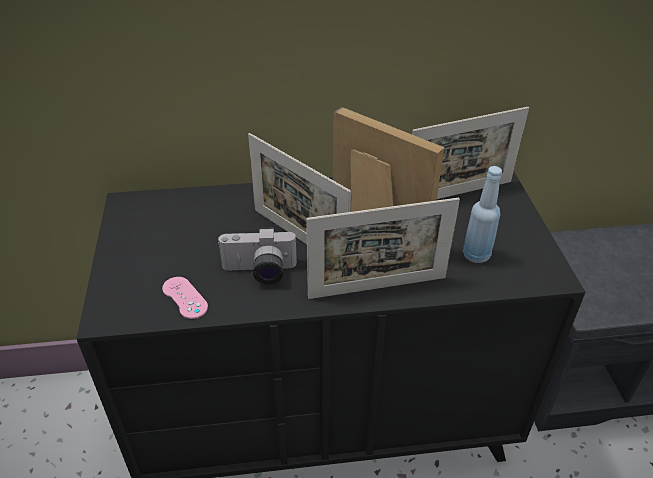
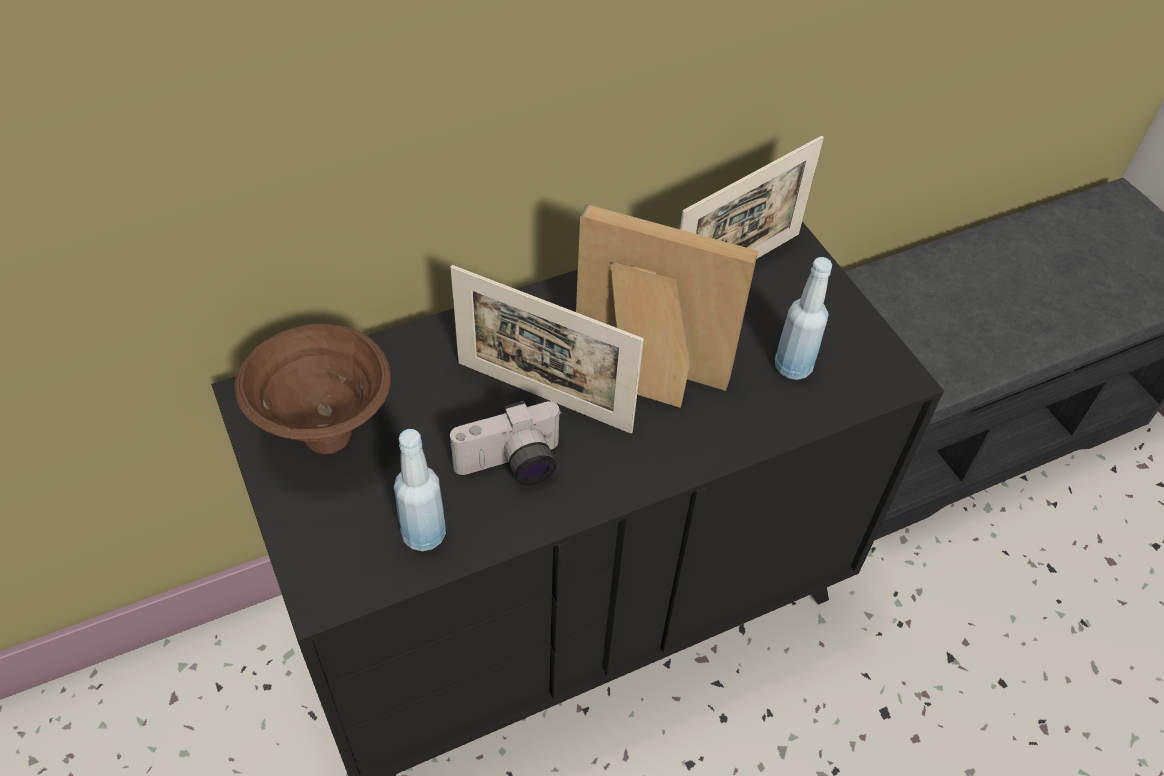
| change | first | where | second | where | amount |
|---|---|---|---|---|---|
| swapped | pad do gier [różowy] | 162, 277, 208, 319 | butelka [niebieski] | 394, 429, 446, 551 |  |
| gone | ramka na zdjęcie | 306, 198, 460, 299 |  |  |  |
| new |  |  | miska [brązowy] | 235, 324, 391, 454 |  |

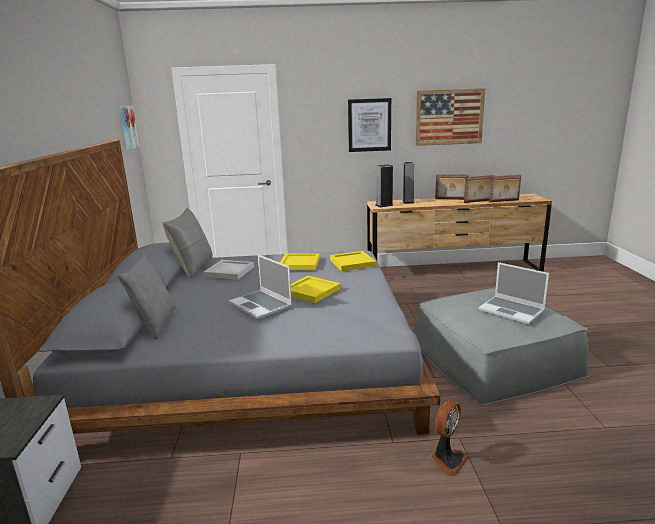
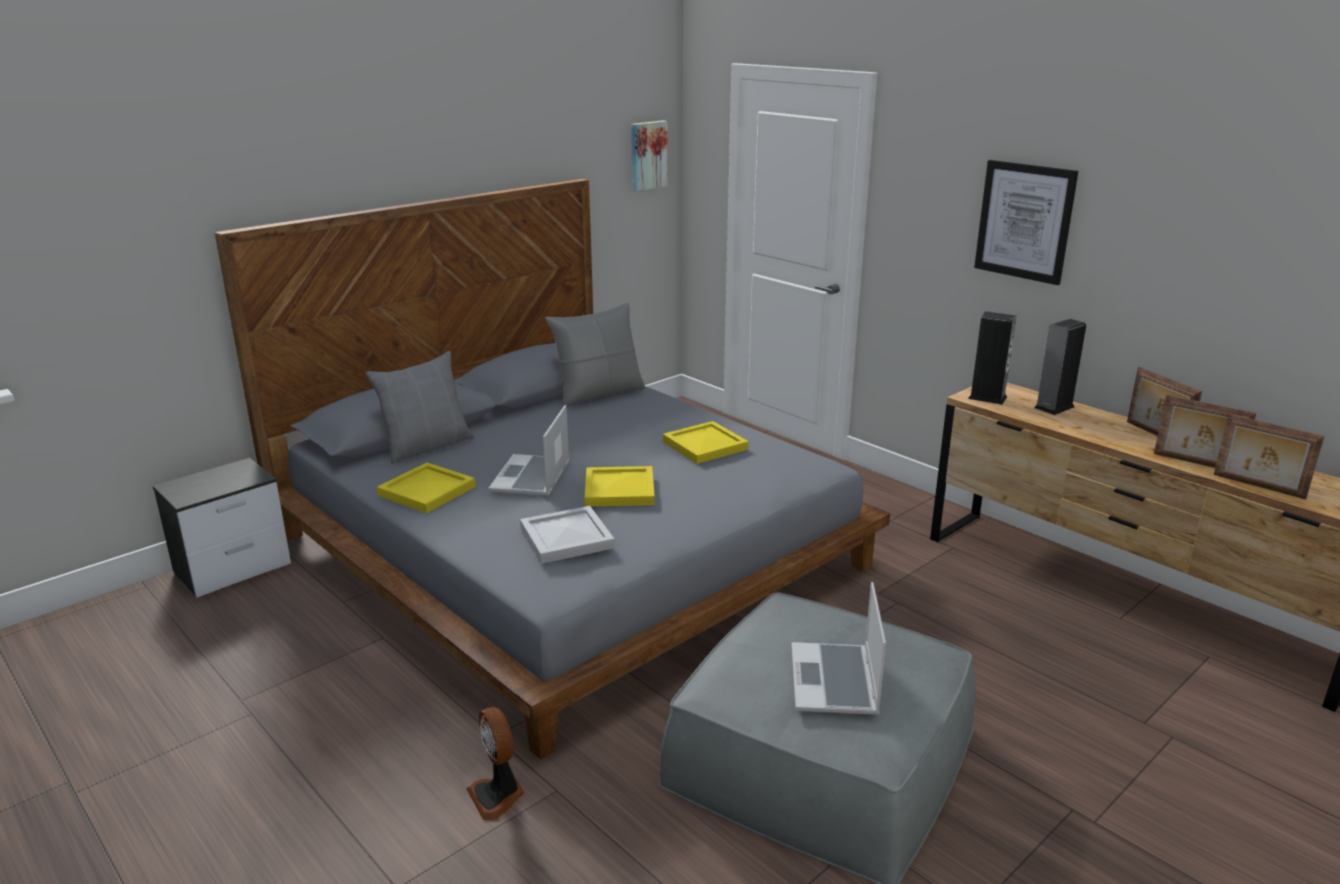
| change | first | where | second | where | amount |
|---|---|---|---|---|---|
| shifted | taca [biały] | 203, 260, 254, 280 |  | 520, 506, 615, 564 |  |
| shifted | taca [żółty] | 330, 251, 376, 271 |  | 377, 463, 476, 513 |  |
| gone | obraz | 415, 88, 486, 146 |  |  |  |
| rotated | wentylator | 430, 400, 469, 476 |  | 467, 707, 524, 820 | 60 degrees clockwise |

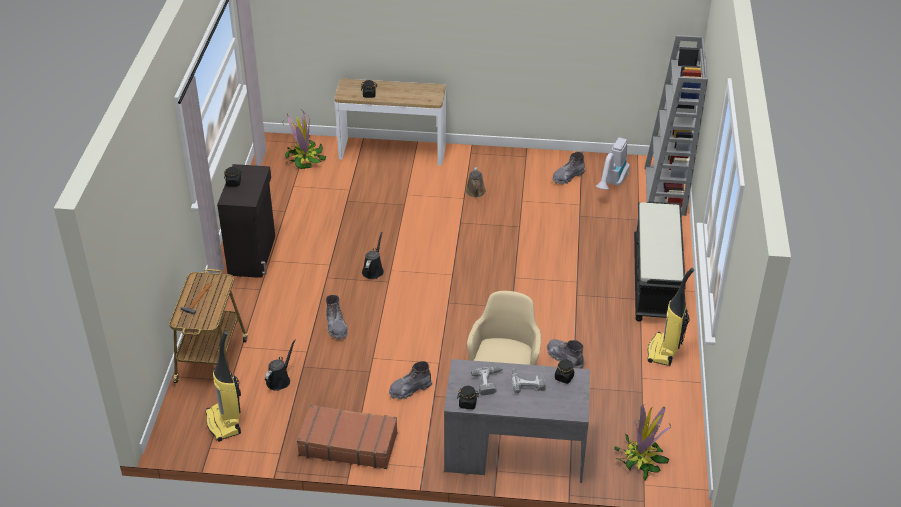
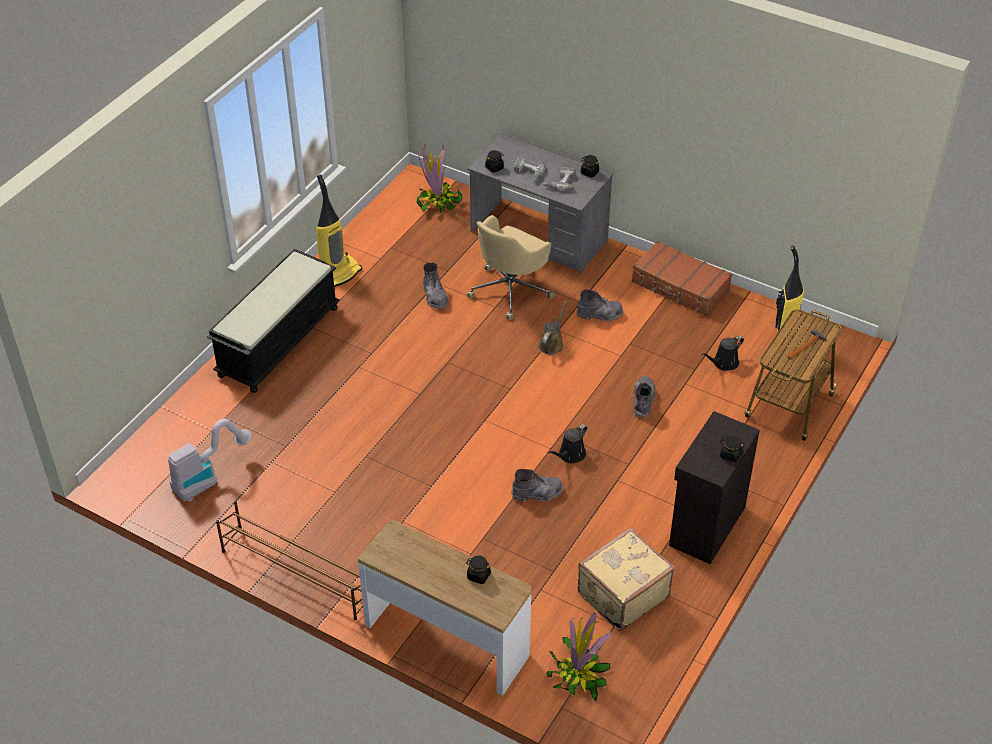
| change | first | where | second | where | amount |
|---|---|---|---|---|---|
| shifted | konewka [brązowy] | 466, 167, 486, 197 |  | 538, 300, 567, 355 |  |
| shifted | but z cholewką [szary] | 552, 152, 585, 185 |  | 511, 469, 563, 502 |  |
| gone | regał [szary] | 644, 35, 708, 216 |  |  |  |
| new |  |  | regał na buty [brązowy] | 216, 501, 363, 620 |  |
| new |  |  | walizka [beżowy] | 577, 528, 675, 631 |  |

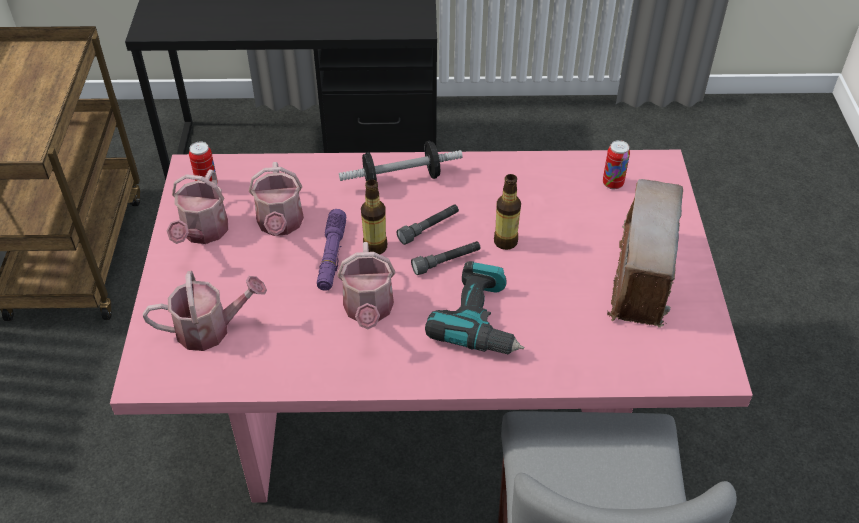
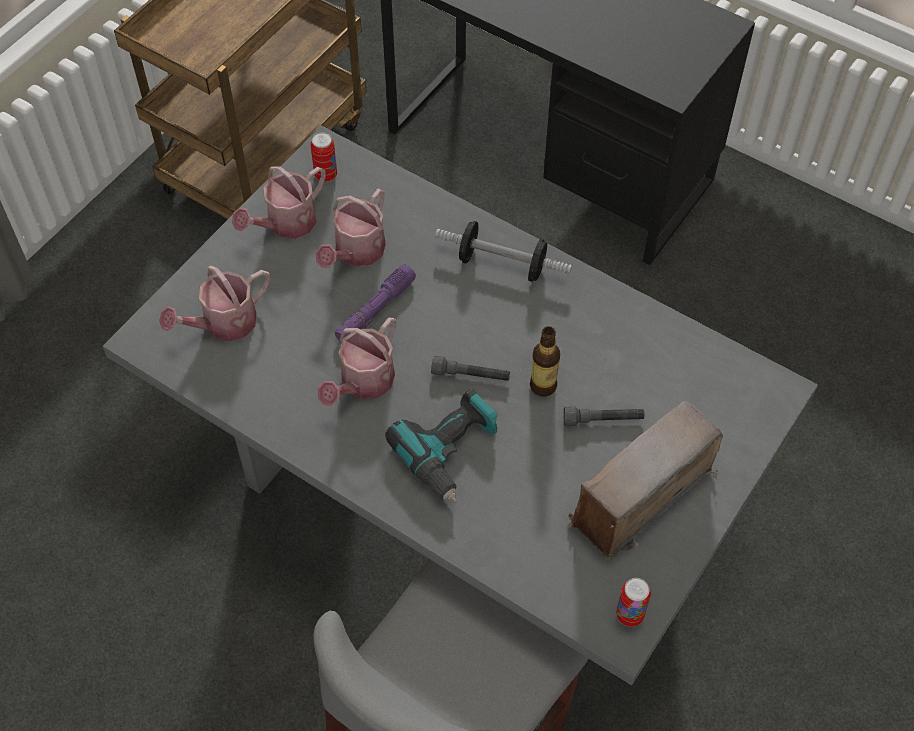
| change | first | where | second | where | amount |
|---|---|---|---|---|---|
| repainted | stół jadalny [różowy] | 110, 150, 753, 503 | stół jadalny [szary] | 103, 126, 818, 685 |  |
| rotated | konewka | 143, 271, 267, 351 |  | 159, 266, 271, 341 | 120 degrees clockwise |
| gone | butelka | 361, 179, 387, 254 |  |  |  |
| shifted | latarka [szary] | 397, 204, 459, 245 |  | 564, 406, 644, 426 |  |
| shifted | puszka | 603, 140, 630, 189 |  | 616, 578, 651, 627 |  |

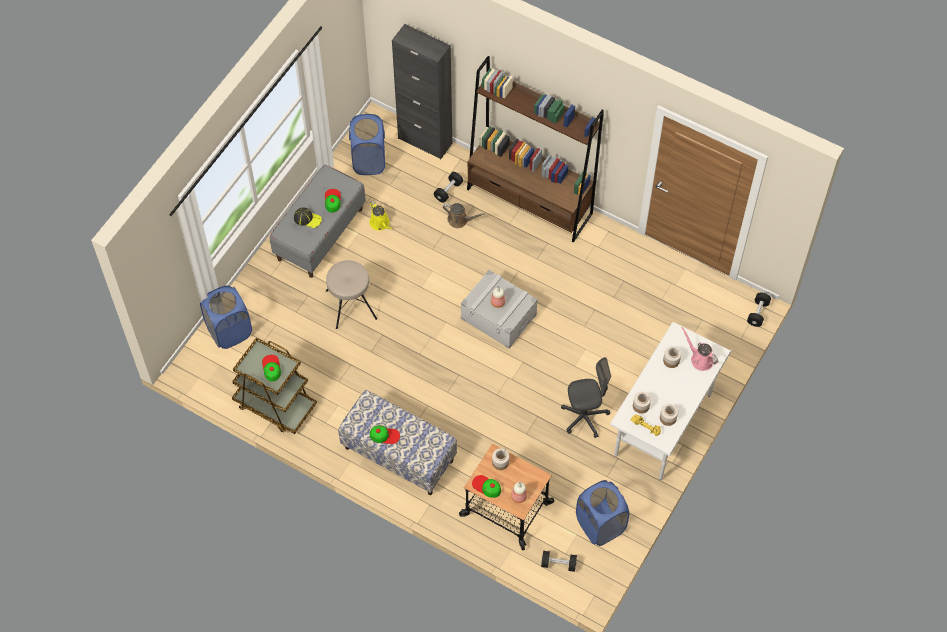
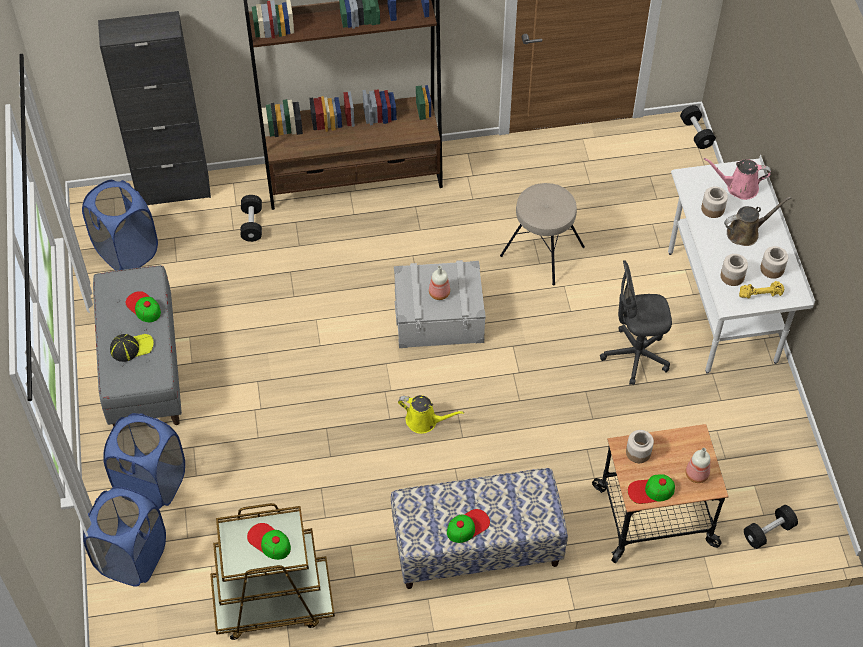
| change | first | where | second | where | amount |
|---|---|---|---|---|---|
| shifted | stołek [beżowy] | 326, 260, 377, 329 |  | 500, 183, 585, 285 |  |
| shifted | konewka [żółty] | 370, 201, 393, 231 |  | 398, 395, 464, 434 |  |
| shifted | konewka [brązowy] | 443, 203, 485, 228 |  | 724, 196, 792, 246 |  |
| rotated | krzesło biurowe [szary] | 561, 357, 611, 438 |  | 600, 260, 672, 385 | 135 degrees counterclockwise |
| shifted | kosz na pranie [niebieski] | 576, 480, 629, 546 |  | 103, 413, 185, 509 |  |

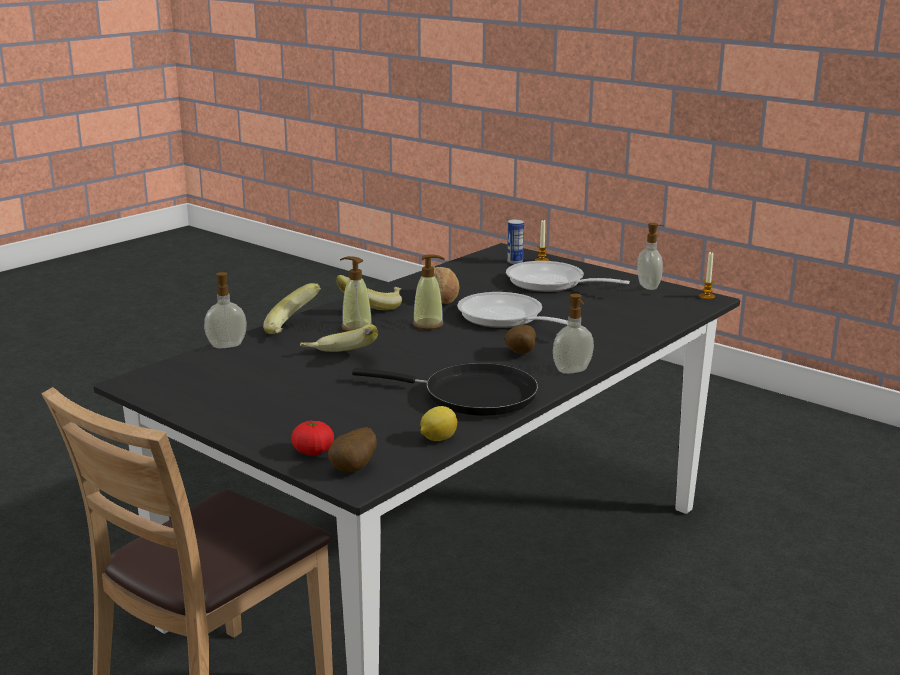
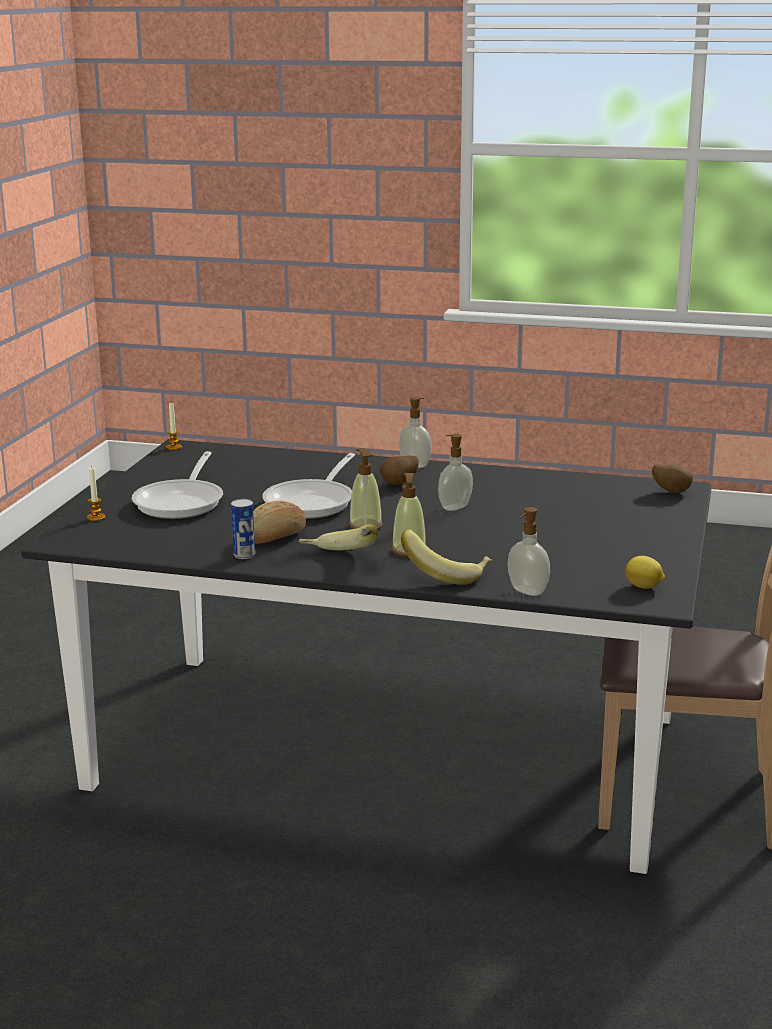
| change | first | where | second | where | amount |
|---|---|---|---|---|---|
| gone | pomidor | 291, 421, 334, 456 |  |  |  |
| gone | banan | 300, 324, 378, 352 |  |  |  |
| gone | patelnia [czarny] | 352, 363, 538, 416 |  |  |  |
| shifted | cytryna | 420, 406, 457, 441 |  | 625, 556, 665, 589 |  |
| shifted | puszka | 507, 219, 524, 264 |  | 231, 499, 255, 559 |  |
| shifted | dozownik mydła | 637, 223, 665, 290 |  | 438, 434, 473, 511 |  |

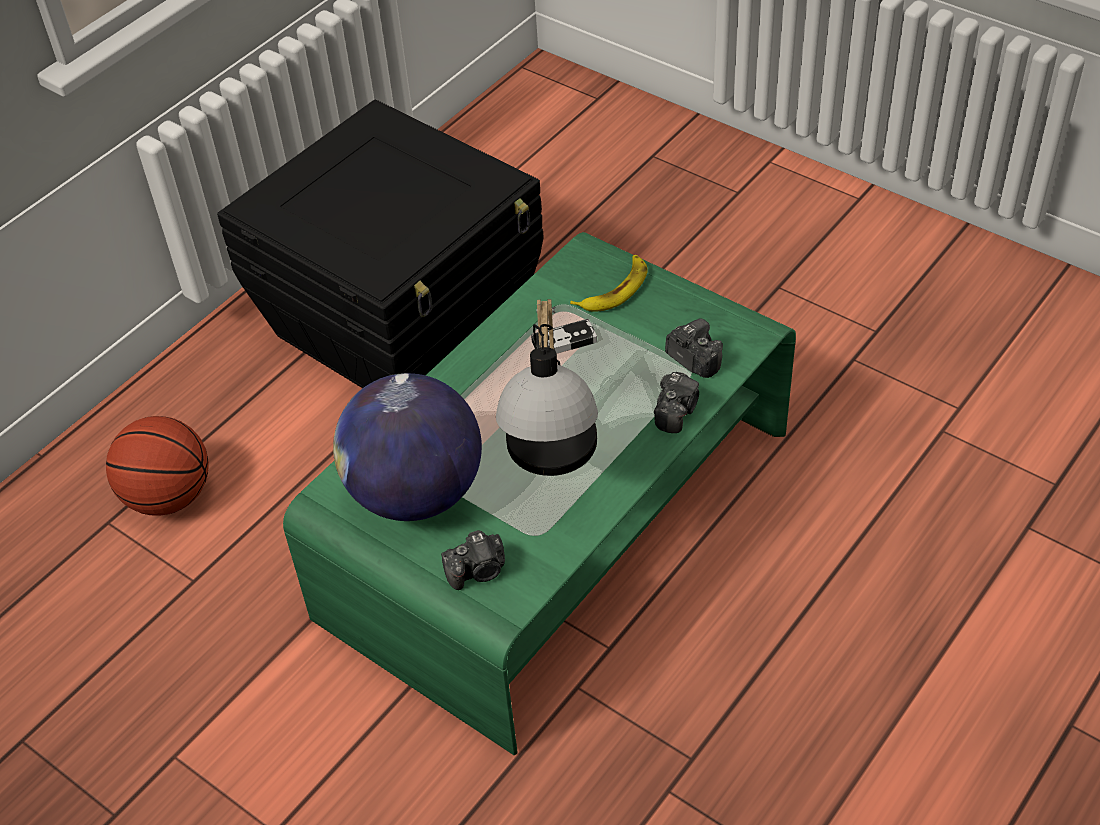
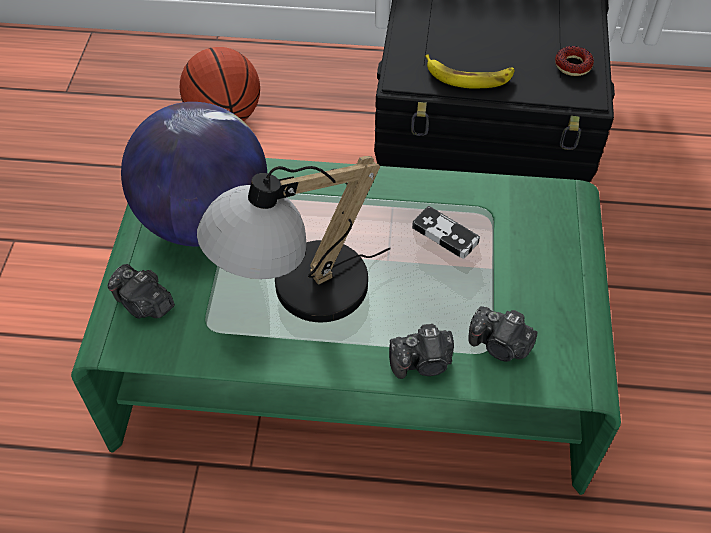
| change | first | where | second | where | amount |
|---|---|---|---|---|---|
| shifted | banan | 570, 255, 648, 312 |  | 425, 54, 515, 89 |  |
| rotated | aparat fotograficzny | 665, 318, 723, 378 |  | 469, 306, 537, 362 | 105 degrees clockwise |
| new |  |  | donut | 555, 46, 594, 76 |  |

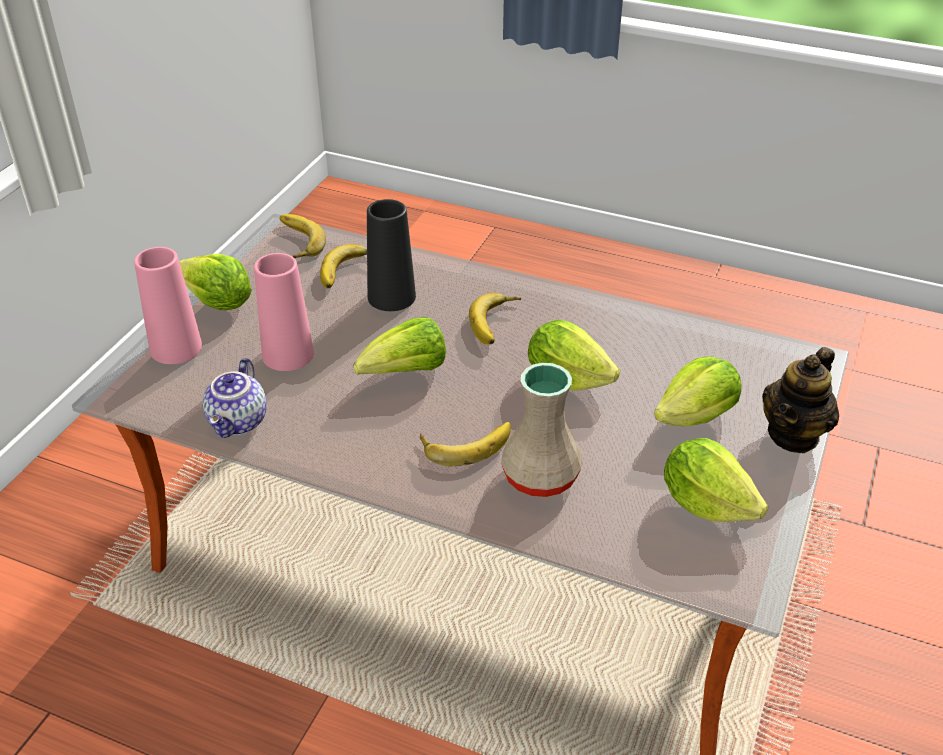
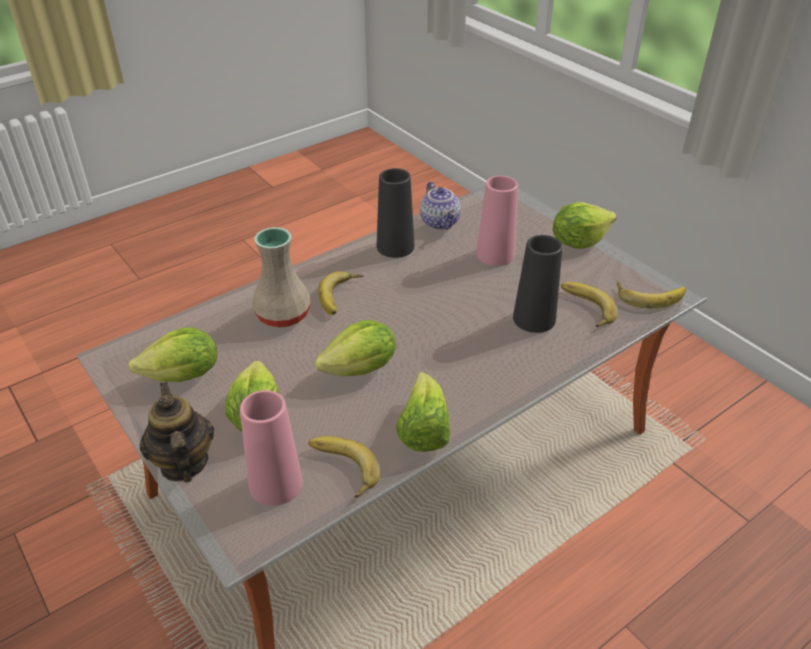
| change | first | where | second | where | amount |
|---|---|---|---|---|---|
| shifted | wazon [różowy] | 134, 247, 202, 364 |  | 240, 390, 303, 506 |  |
| rotated | imbryk | 203, 358, 267, 438 |  | 420, 182, 461, 230 | 150 degrees counterclockwise |
| shifted | sałata | 354, 317, 446, 375 |  | 396, 372, 450, 452 |  |
| shifted | banan | 469, 293, 521, 345 |  | 308, 436, 380, 498 |  |
| new |  |  | wazon [czarny] | 377, 168, 414, 258 |  |

